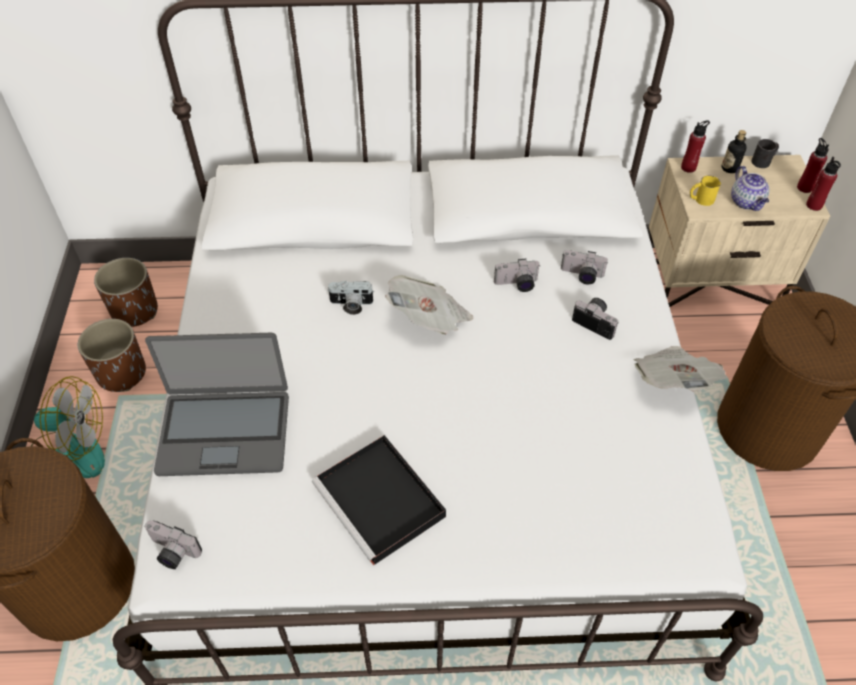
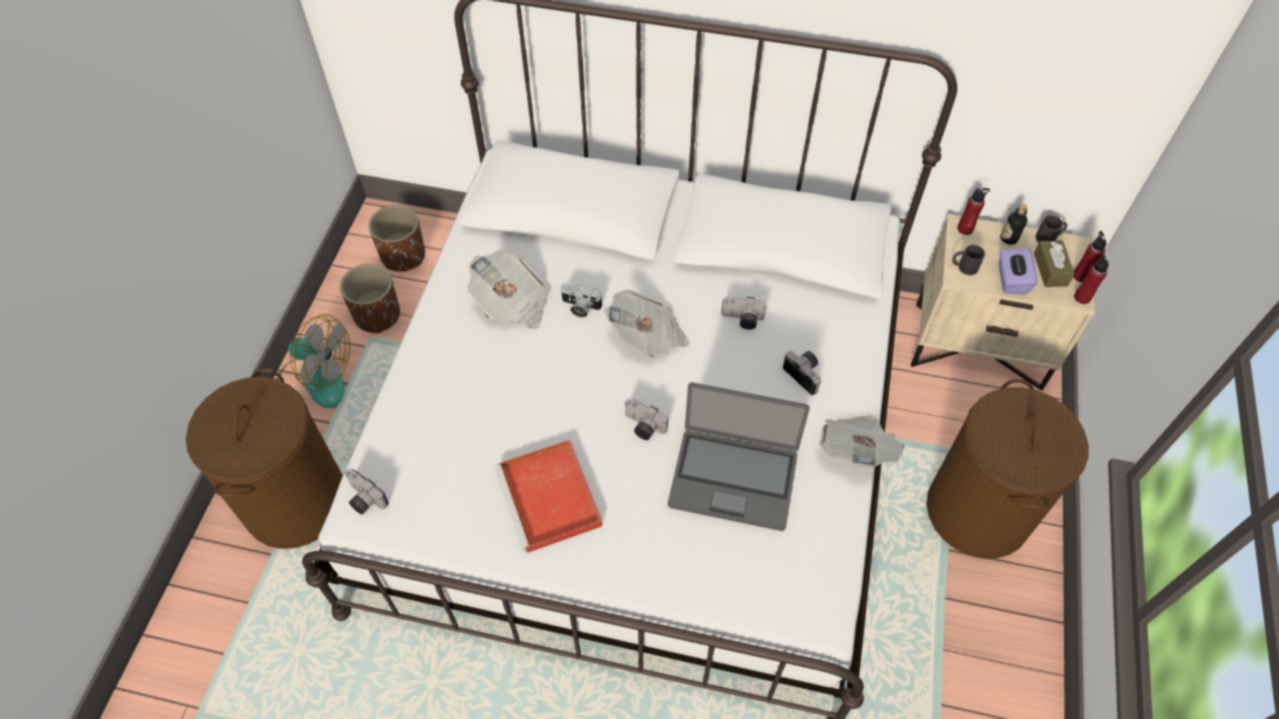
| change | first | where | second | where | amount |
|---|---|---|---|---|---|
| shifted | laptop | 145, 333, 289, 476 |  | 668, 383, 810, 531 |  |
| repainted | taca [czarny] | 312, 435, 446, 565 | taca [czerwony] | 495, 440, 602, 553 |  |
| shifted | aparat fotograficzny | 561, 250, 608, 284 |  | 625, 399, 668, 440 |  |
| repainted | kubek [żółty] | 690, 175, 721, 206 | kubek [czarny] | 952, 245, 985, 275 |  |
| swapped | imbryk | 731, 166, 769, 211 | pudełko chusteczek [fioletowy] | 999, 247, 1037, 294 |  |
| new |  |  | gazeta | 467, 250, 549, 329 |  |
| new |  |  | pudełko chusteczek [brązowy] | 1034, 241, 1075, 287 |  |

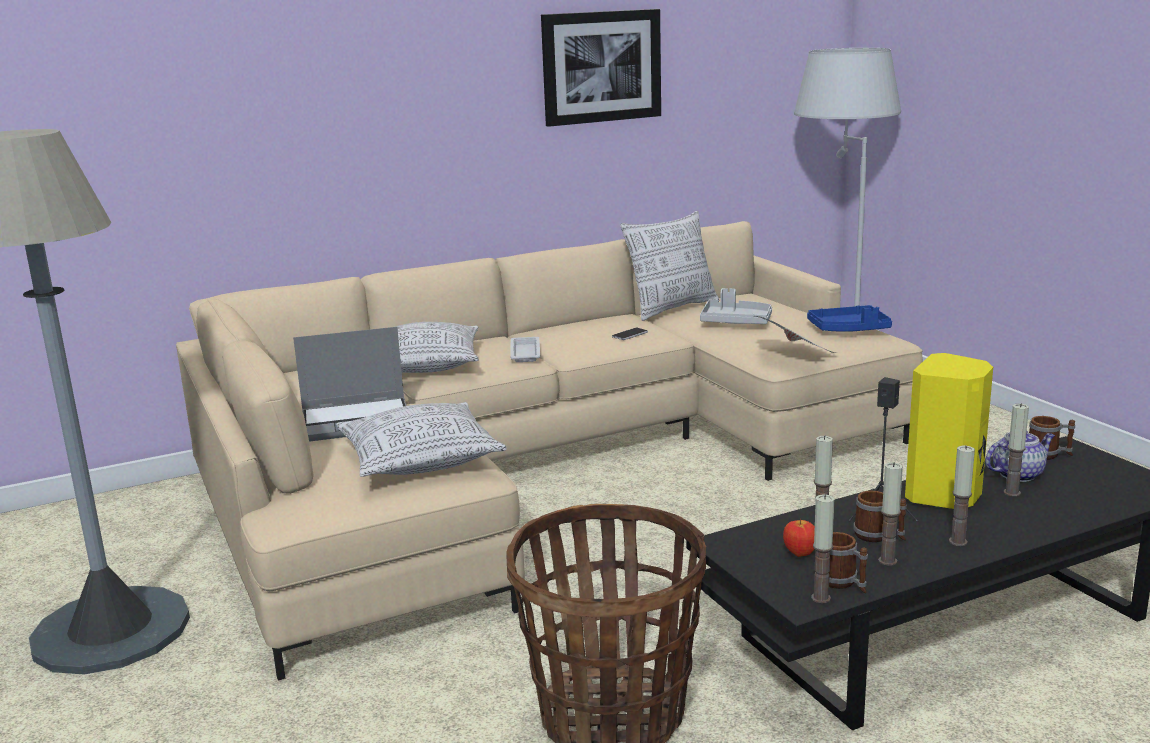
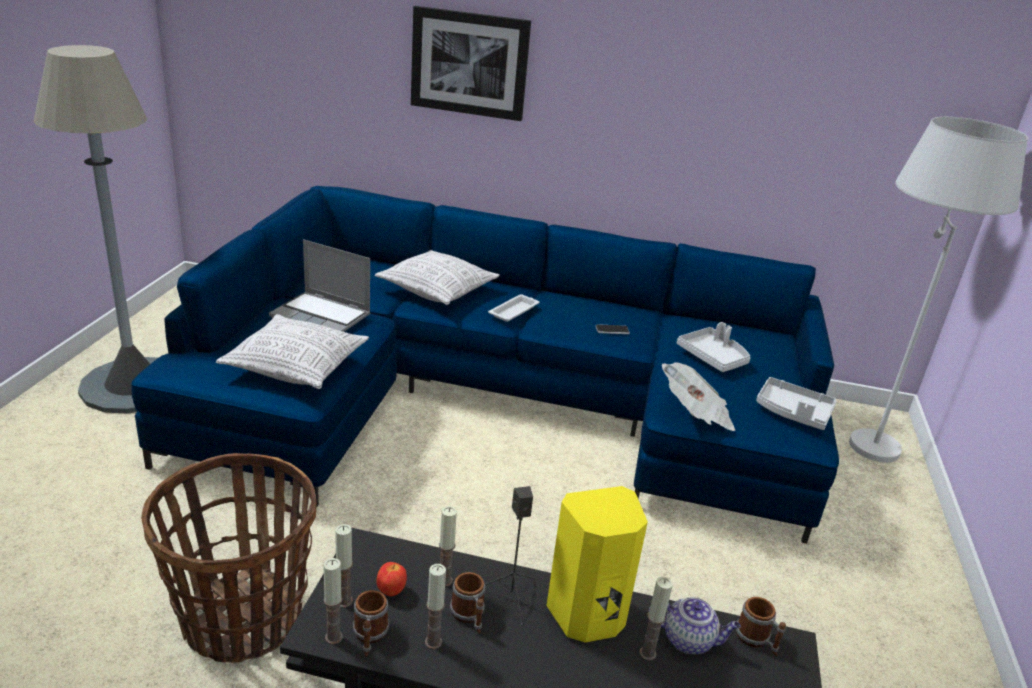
| change | first | where | second | where | amount |
|---|---|---|---|---|---|
| repainted | kanapa [beżowy] | 176, 221, 923, 681 | kanapa [niebieski] | 131, 186, 839, 544 |  |
| shifted | obraz | 541, 9, 661, 127 |  | 411, 6, 531, 121 |  |
| gone | poduszka | 621, 211, 719, 321 |  |  |  |
| repainted | taca [niebieski] | 807, 305, 892, 332 | taca [szary] | 756, 377, 837, 430 |  |
| shifted | świeca | 949, 445, 975, 546 |  | 335, 524, 353, 608 |  |

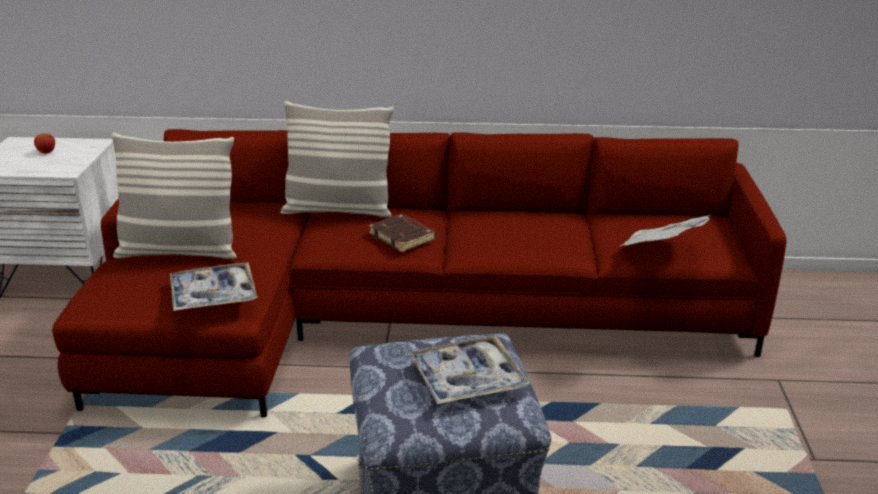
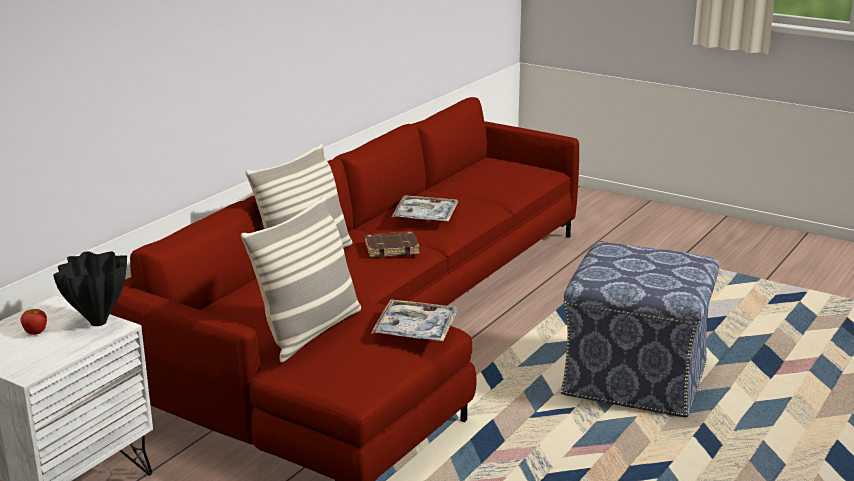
| change | first | where | second | where | amount |
|---|---|---|---|---|---|
| shifted | taca | 409, 335, 530, 405 |  | 392, 195, 458, 222 |  |
| gone | gazeta | 620, 215, 711, 246 |  |  |  |
| new |  |  | wazon [czarny] | 53, 251, 127, 326 |  |

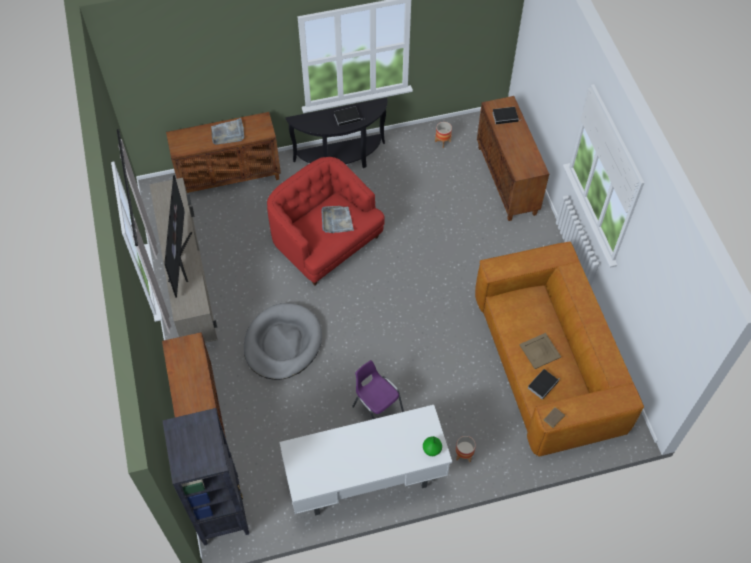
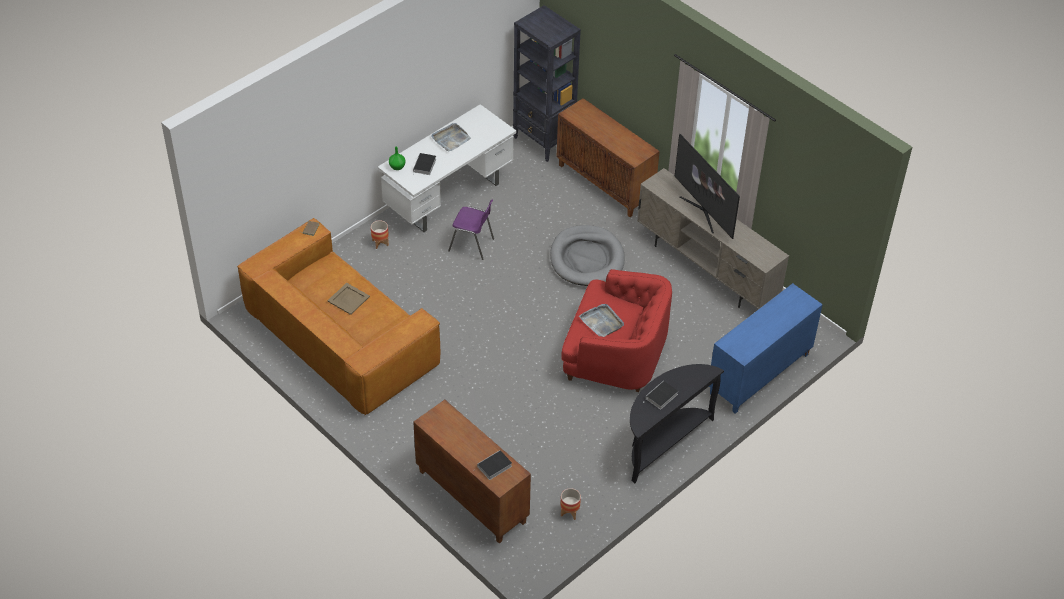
| change | first | where | second | where | amount |
|---|---|---|---|---|---|
| repainted | szafka [brązowy] | 166, 112, 281, 193 | szafka [niebieski] | 709, 283, 823, 414 |  |
| shifted | taca [szary] | 211, 118, 244, 145 |  | 432, 123, 471, 152 |  |
| shifted | książka | 528, 369, 559, 400 |  | 413, 153, 436, 176 |  |

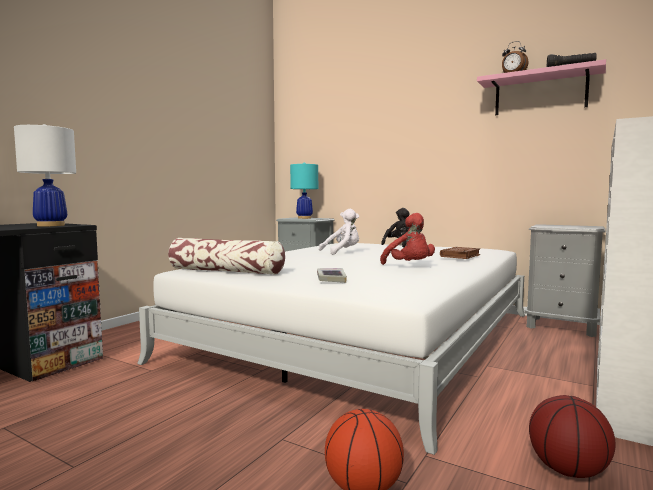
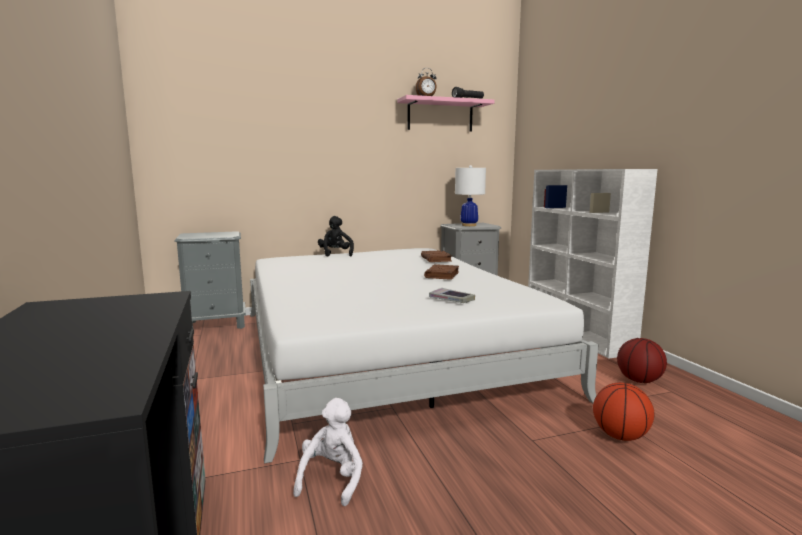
| change | first | where | second | where | amount |
|---|---|---|---|---|---|
| shifted | lampa stołowa [biały] | 14, 124, 76, 226 |  | 455, 165, 486, 226 |  |
| gone | poduszka | 168, 238, 285, 275 |  |  |  |
| gone | lampa stołowa [turkusowy] | 290, 162, 318, 219 |  |  |  |
| shifted | pluszak [biały] | 319, 209, 359, 255 |  | 293, 398, 363, 506 |  |
| swapped | pluszak [czerwony] | 380, 213, 435, 265 | książka [brązowy] | 424, 264, 459, 280 |  |

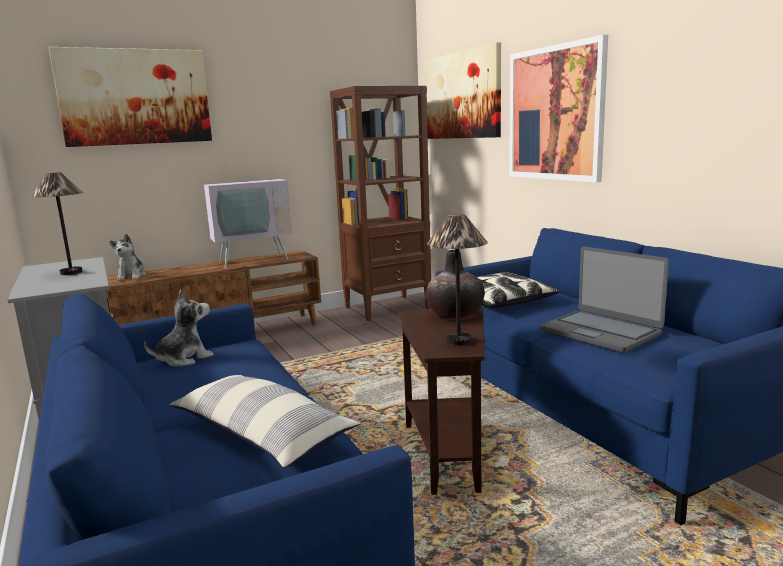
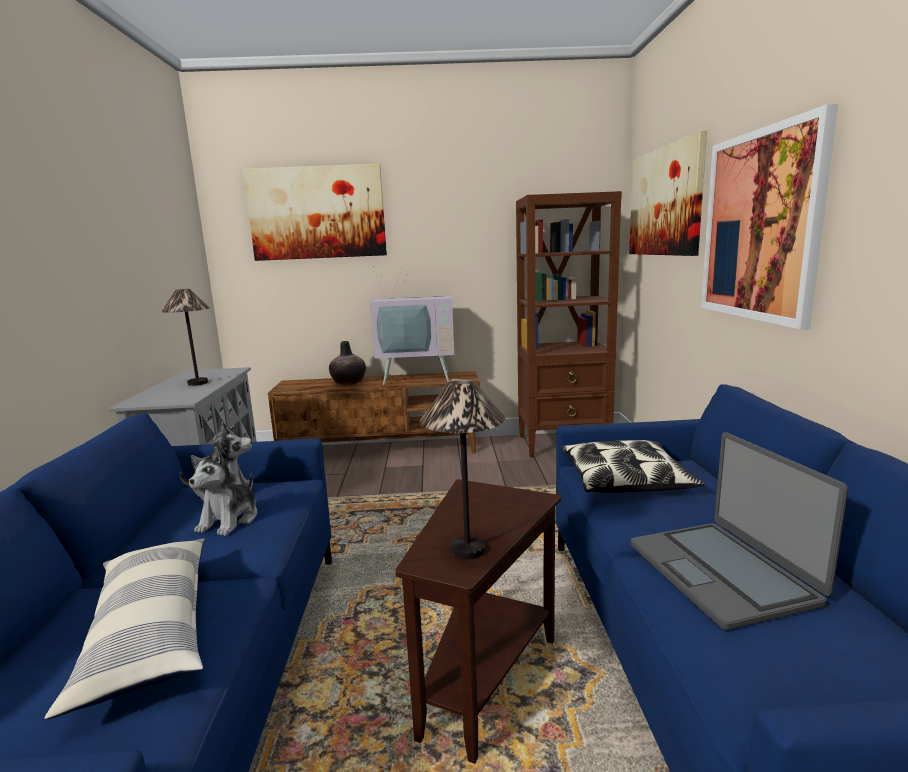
| change | first | where | second | where | amount |
|---|---|---|---|---|---|
| shifted | pluszak | 109, 234, 147, 281 |  | 189, 447, 257, 536 |  |
| shifted | wazon | 426, 250, 485, 320 |  | 329, 341, 366, 385 |  |

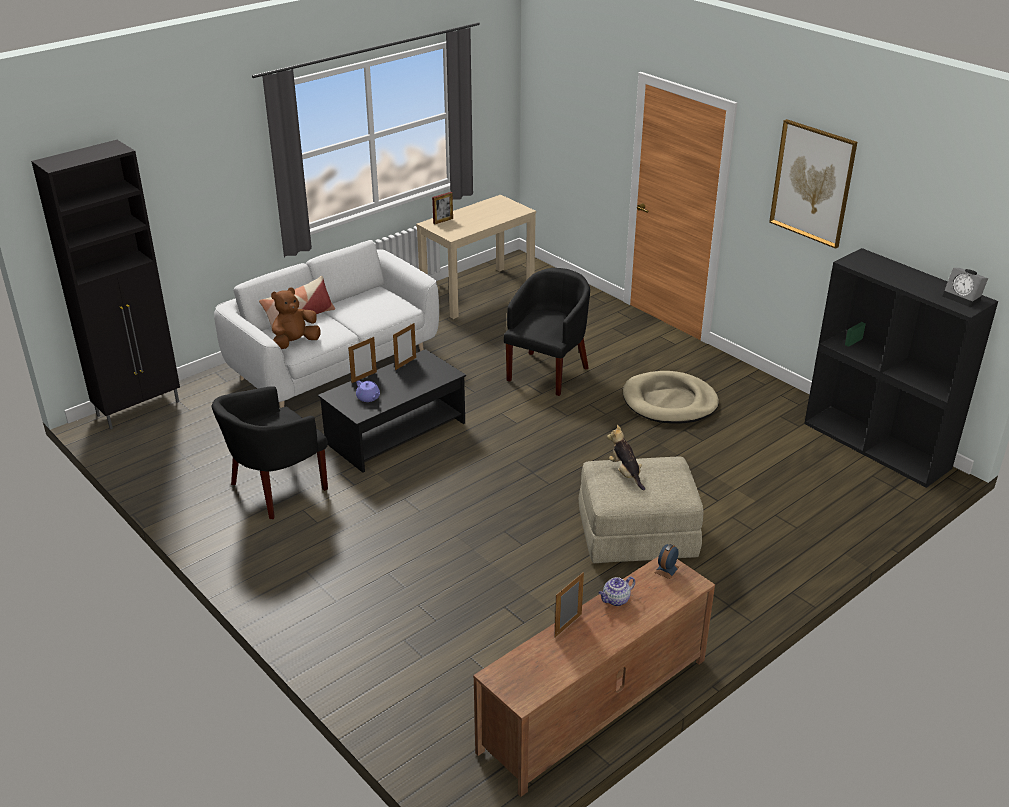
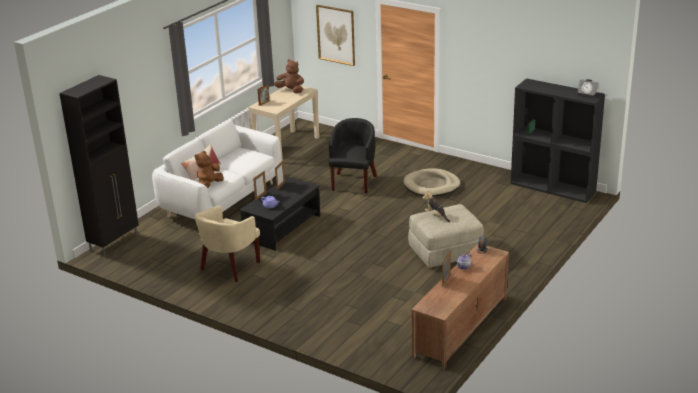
| change | first | where | second | where | amount |
|---|---|---|---|---|---|
| repainted | fotel [czarny] | 212, 386, 328, 519 | fotel [beżowy] | 195, 206, 260, 282 |  |
| shifted | obraz | 769, 119, 857, 249 |  | 316, 5, 355, 66 |  |
| new |  |  | pluszak [brązowy] | 274, 59, 304, 93 |  |

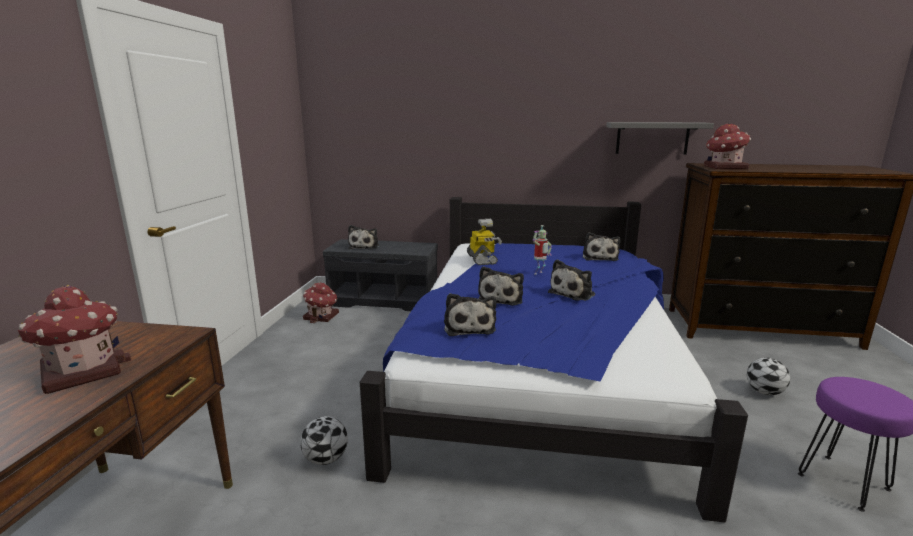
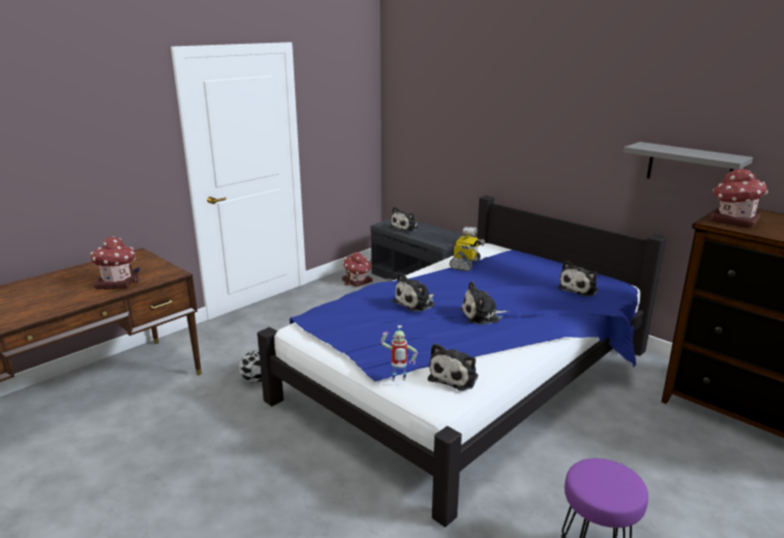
| change | first | where | second | where | amount |
|---|---|---|---|---|---|
| shifted | pluszak | 444, 293, 496, 336 |  | 428, 343, 478, 391 |  |
| shifted | robot zabawkowy | 533, 225, 552, 275 |  | 380, 325, 418, 381 |  |
| gone | piłka futbolowa | 747, 357, 790, 395 |  |  |  |

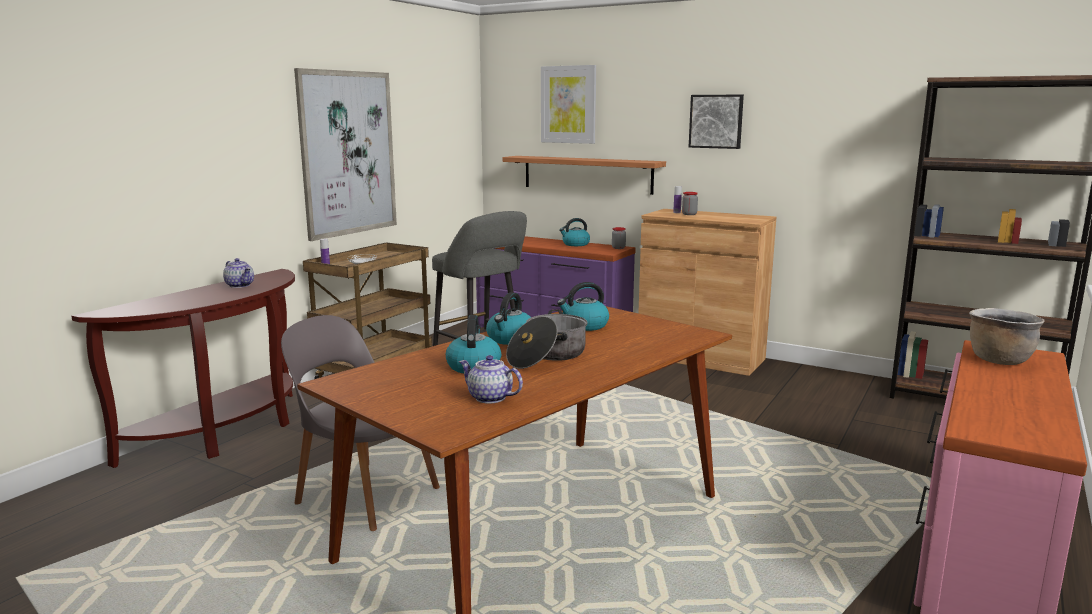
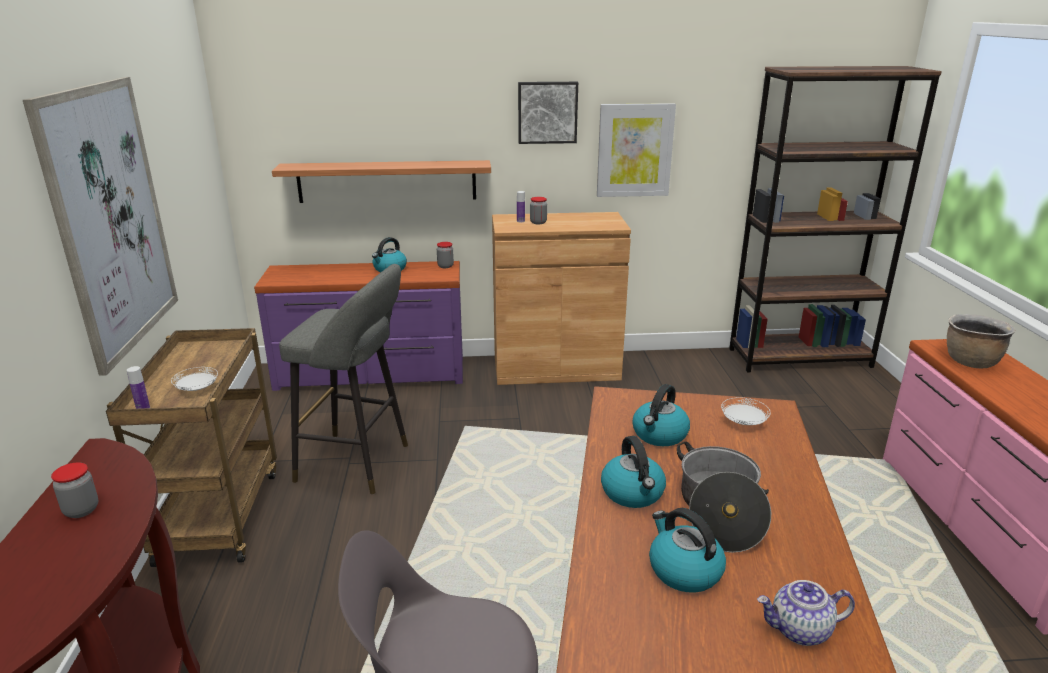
| change | first | where | second | where | amount |
|---|---|---|---|---|---|
| swapped | imbryk | 223, 258, 254, 288 | słoik | 51, 463, 98, 518 |  |
| shifted | obraz | 541, 65, 596, 144 |  | 597, 103, 676, 197 |  |
| new |  |  | talerz [biały] | 721, 397, 771, 425 |  |

